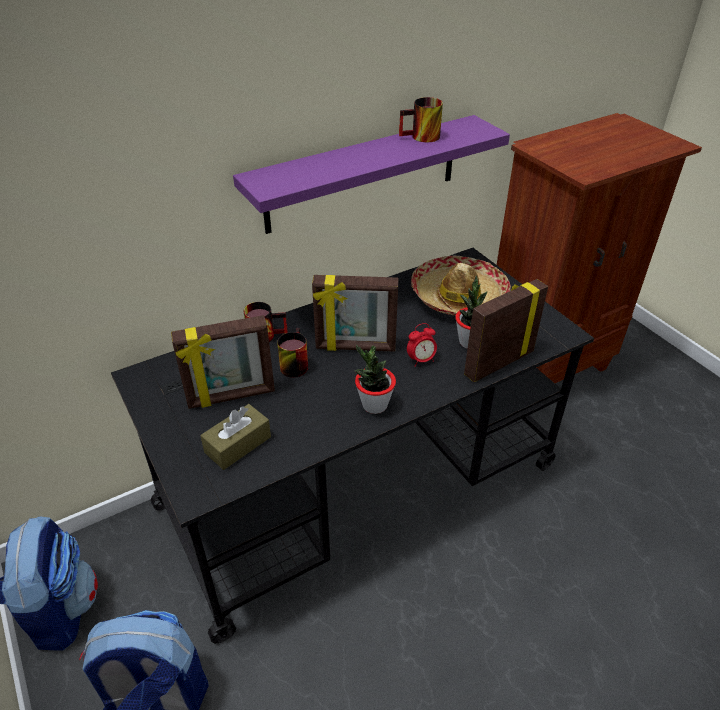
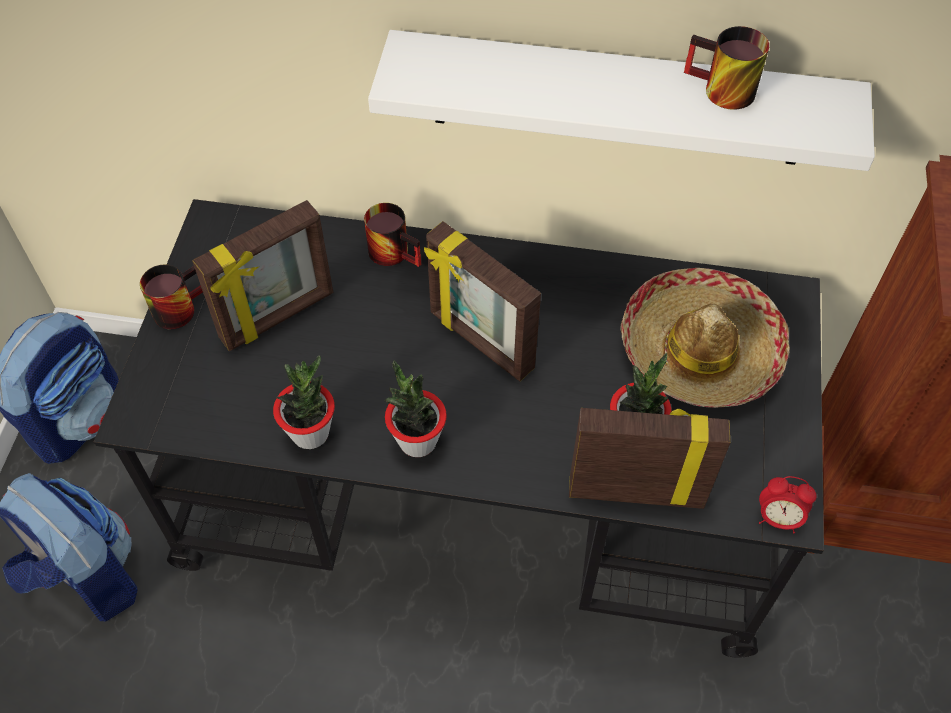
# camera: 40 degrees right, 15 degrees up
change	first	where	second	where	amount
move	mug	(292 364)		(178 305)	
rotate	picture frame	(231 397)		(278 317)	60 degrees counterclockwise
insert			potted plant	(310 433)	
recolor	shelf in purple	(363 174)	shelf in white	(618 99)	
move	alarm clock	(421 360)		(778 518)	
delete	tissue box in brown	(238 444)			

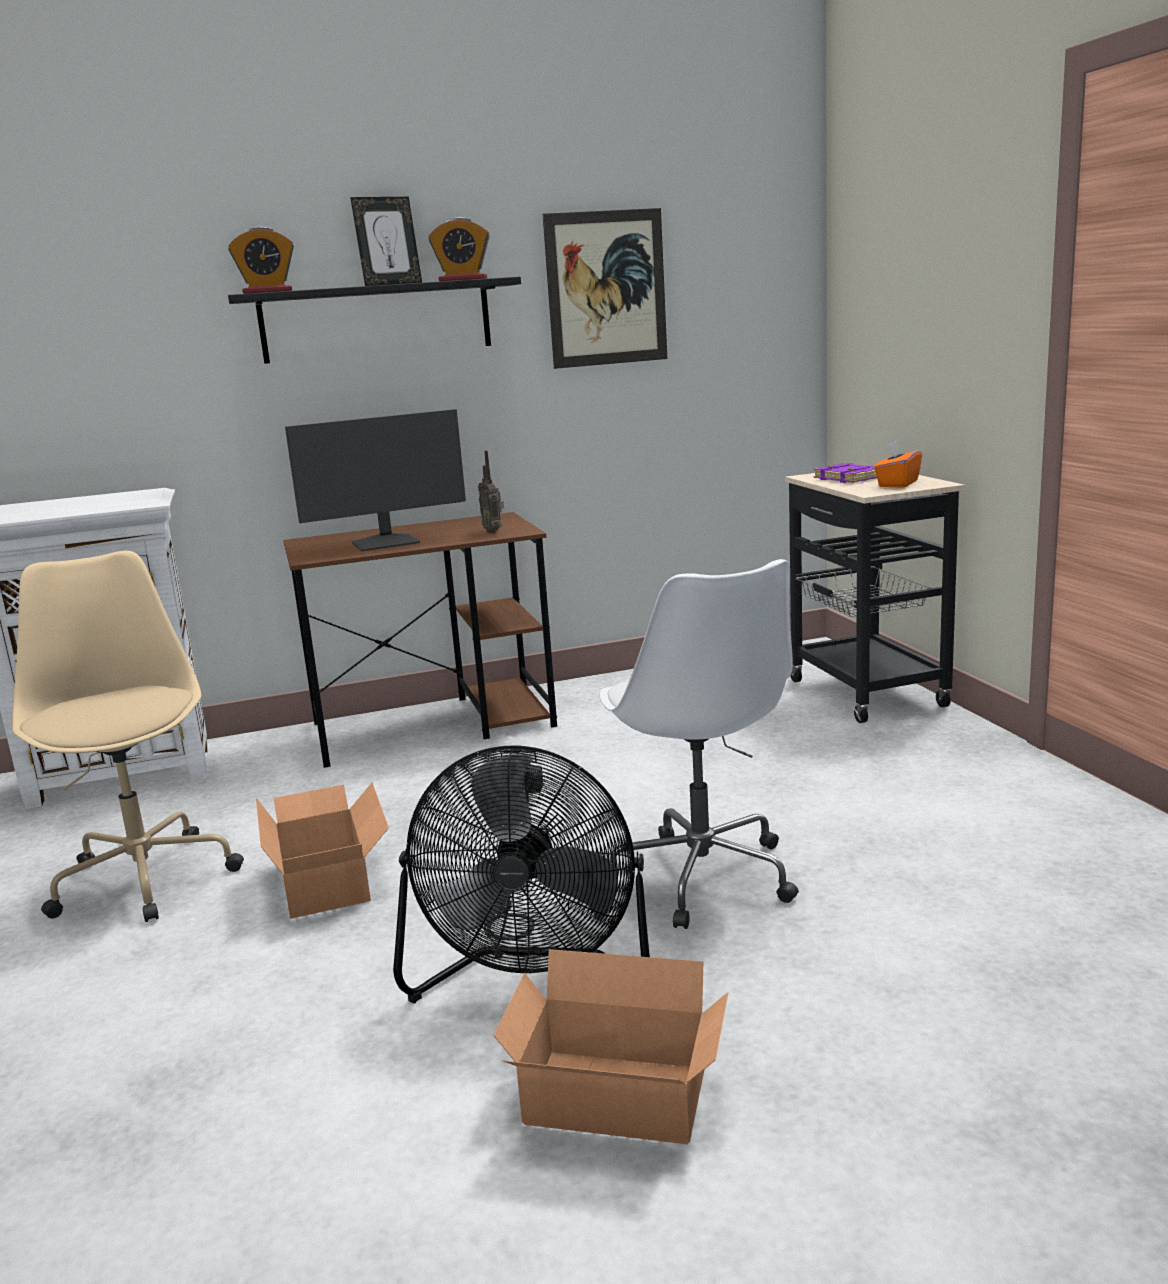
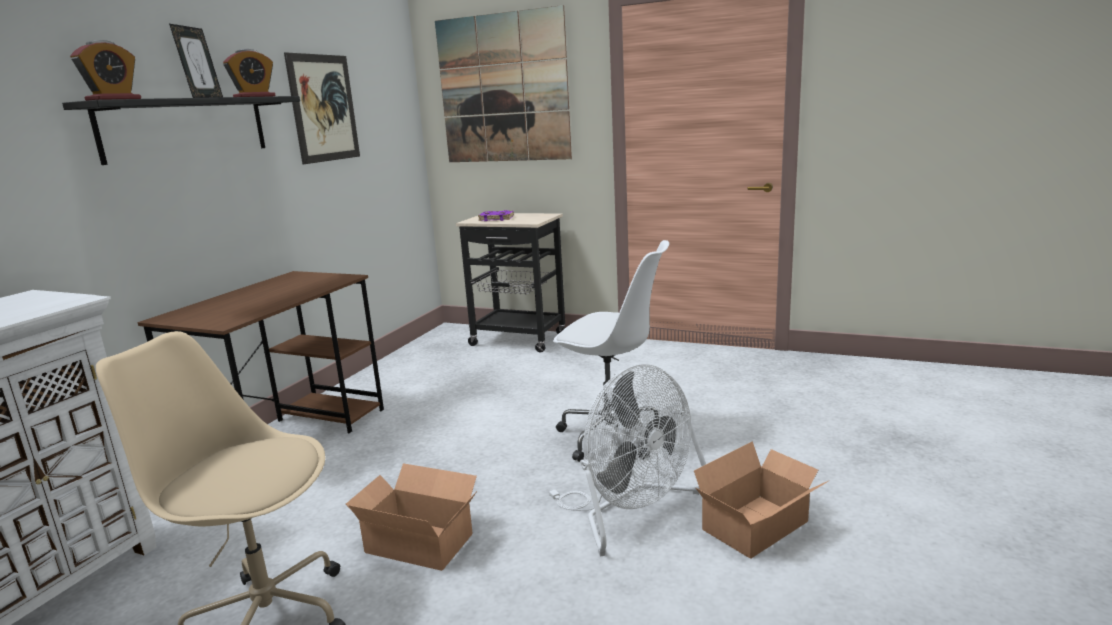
# camera: 50 degrees left, 0 degrees up
change	first	where	second	where	amount
insert			picture	(503 89)	
recolor	fan in black	(527 975)	fan in white	(627 512)	
delete	monitor	(386 543)			
delete	radio	(494 531)			
delete	tissue box in orange	(897 484)			

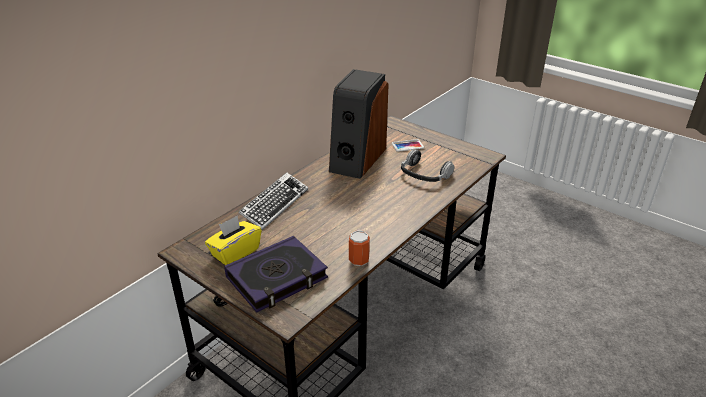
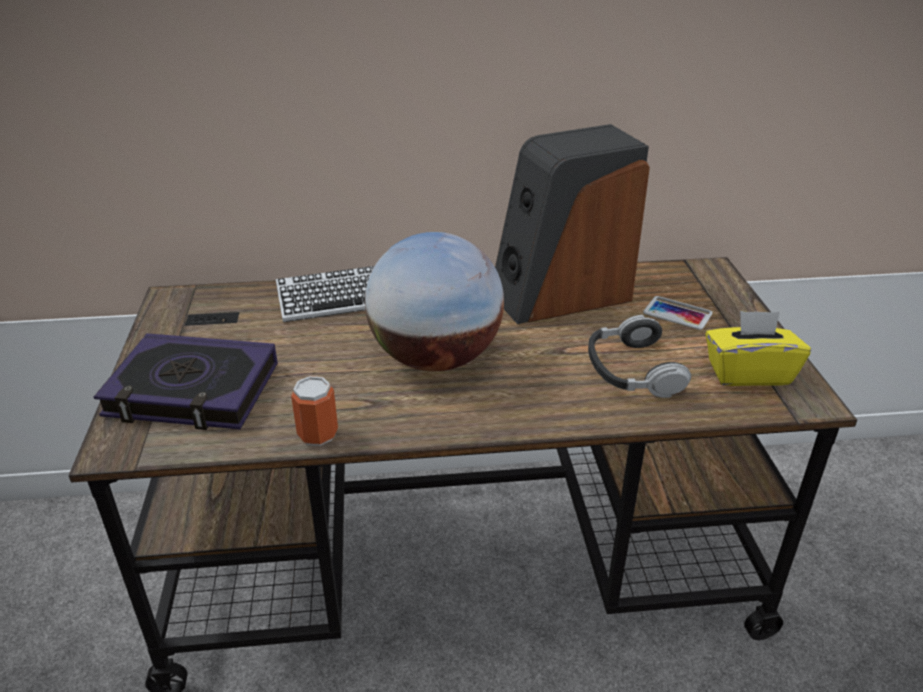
# camera: 45 degrees right, 0 degrees up
change	first	where	second	where	amount
insert			globe	(436 358)	
move	tissue box in yellow	(235 252)		(748 373)	

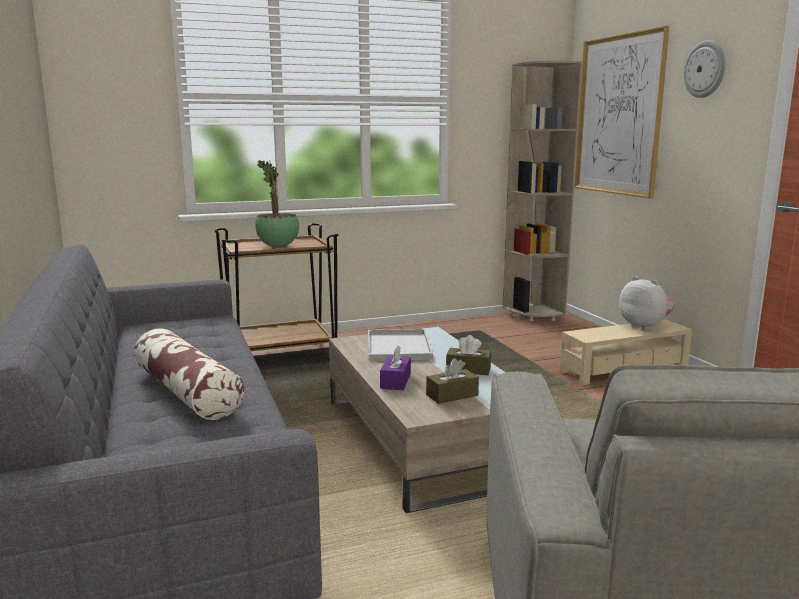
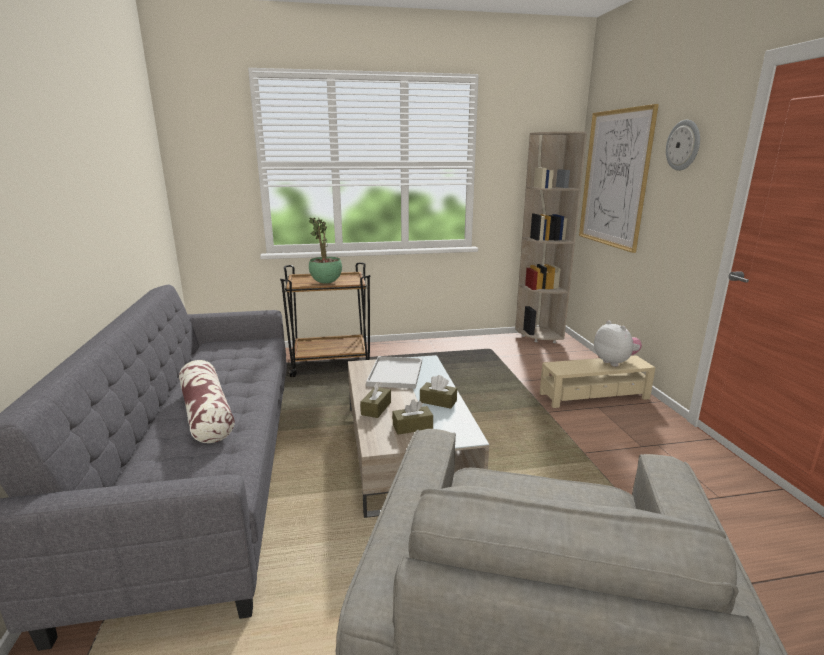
# camera: 10 degrees right, 5 degrees up
change	first	where	second	where	amount
recolor	tissue box in purple	(395 381)	tissue box in brown	(376 408)	

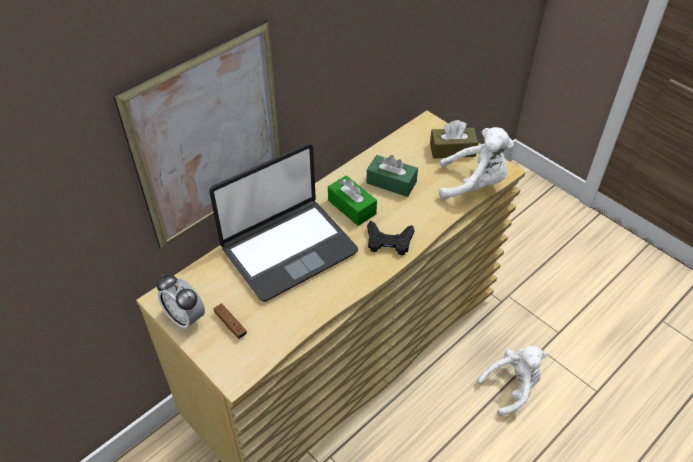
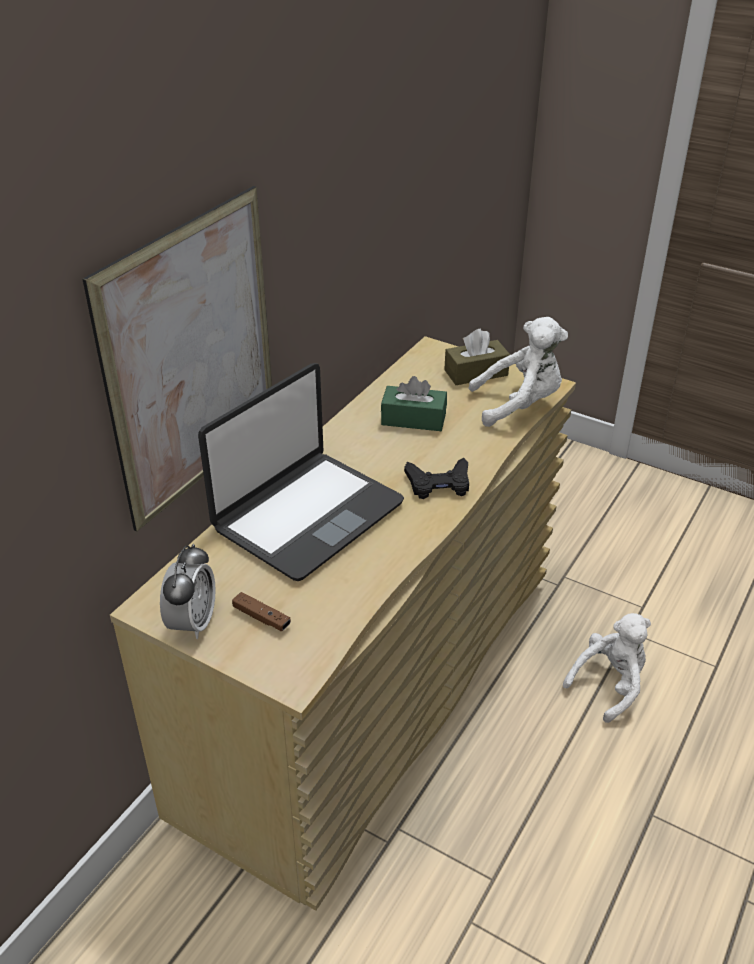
# camera: 15 degrees left, 10 degrees down
change	first	where	second	where	amount
rotate	alarm clock	(185 318)		(192 623)	105 degrees counterclockwise
delete	tissue box in green	(352 207)			

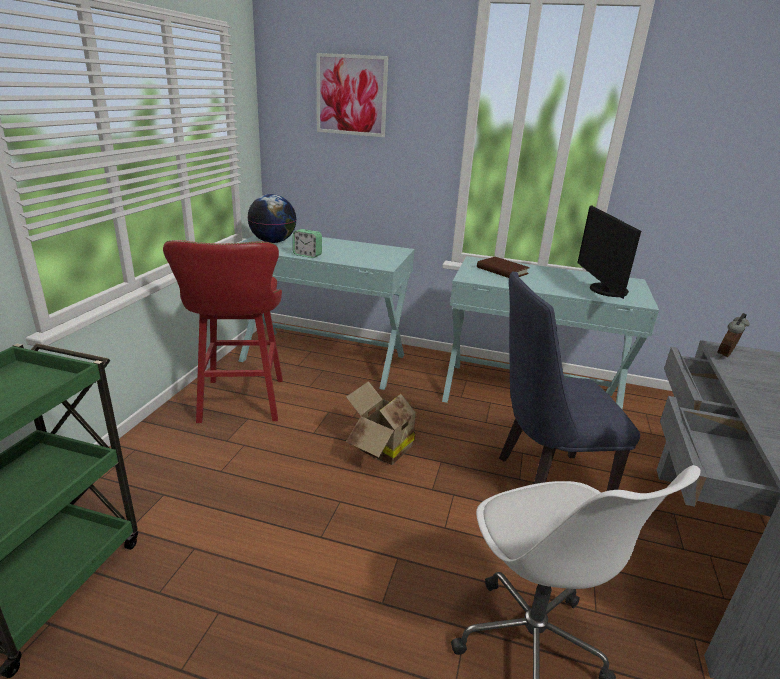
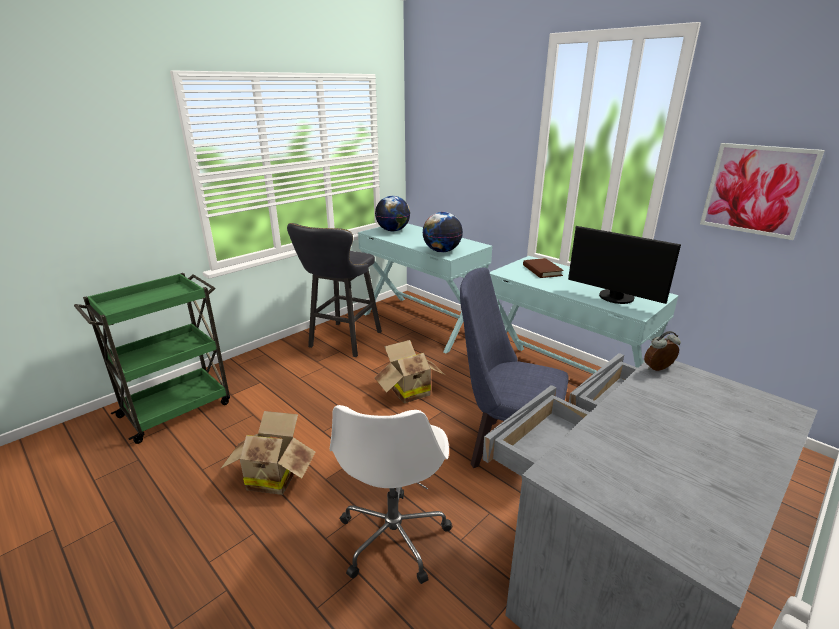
# camera: 30 degrees right, 0 degrees up
change	first	where	second	where	amount
insert			cardboard box	(273 476)	
recolor	stool in red	(240 406)	stool in black	(341 343)	
insert			globe	(442 251)	
rotate	monitor	(604 290)		(615 298)	75 degrees counterclockwise
move	picture	(351 95)		(757 190)	
delete	alarm clock	(307 255)			

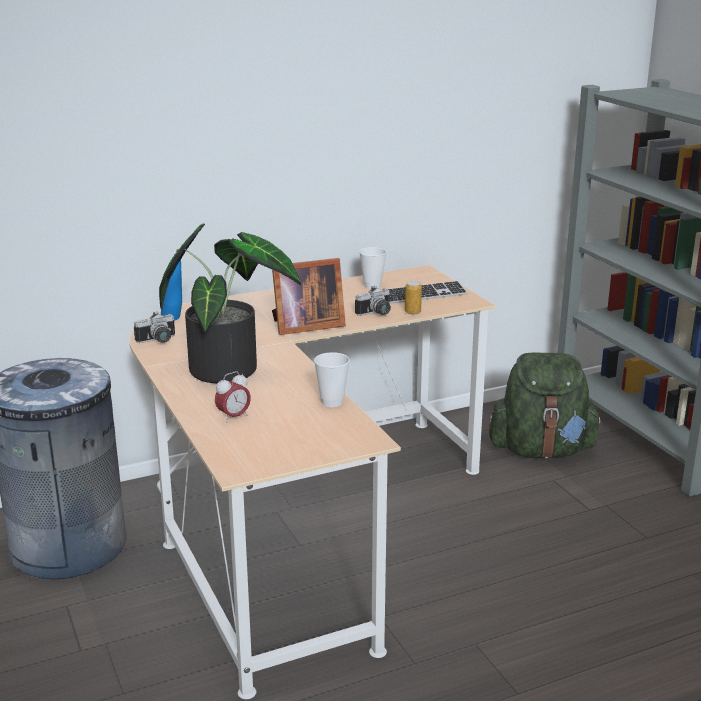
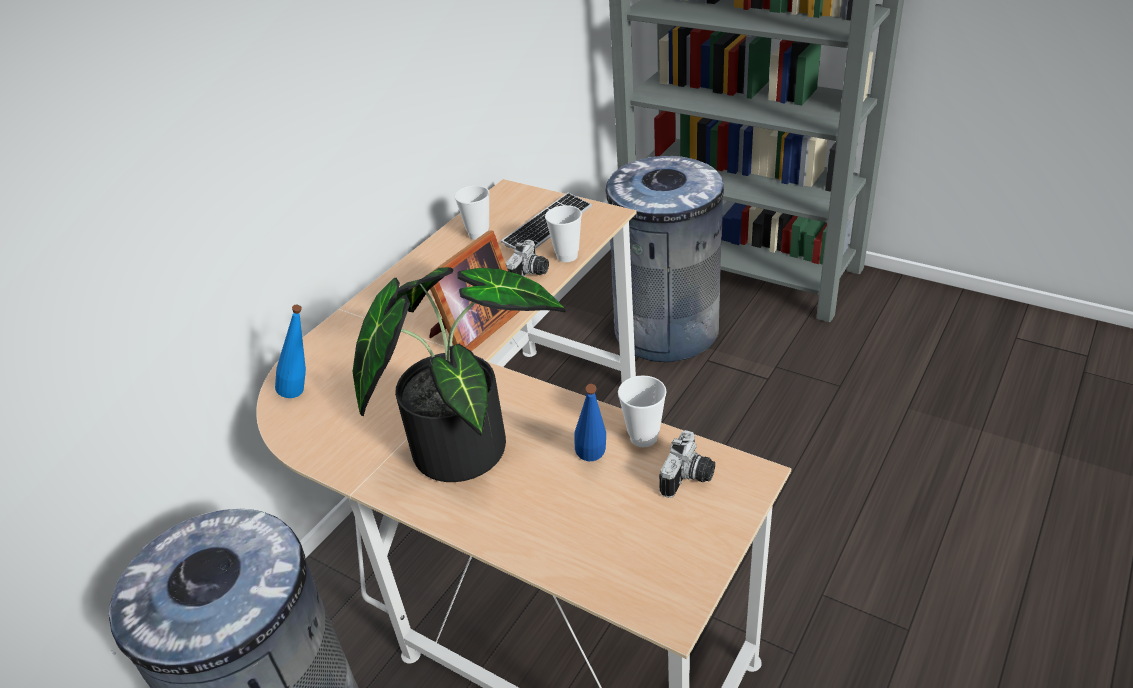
# camera: 30 degrees left, 15 degrees up
change	first	where	second	where	amount
replace	can	(412 312)	cup	(567 256)	
insert			bottle in blue	(593 464)	
replace	backpack in green	(541 450)	trash can in grey	(666 330)	
move	photo camera	(158 341)		(689 478)	
delete	alarm clock	(233 417)			

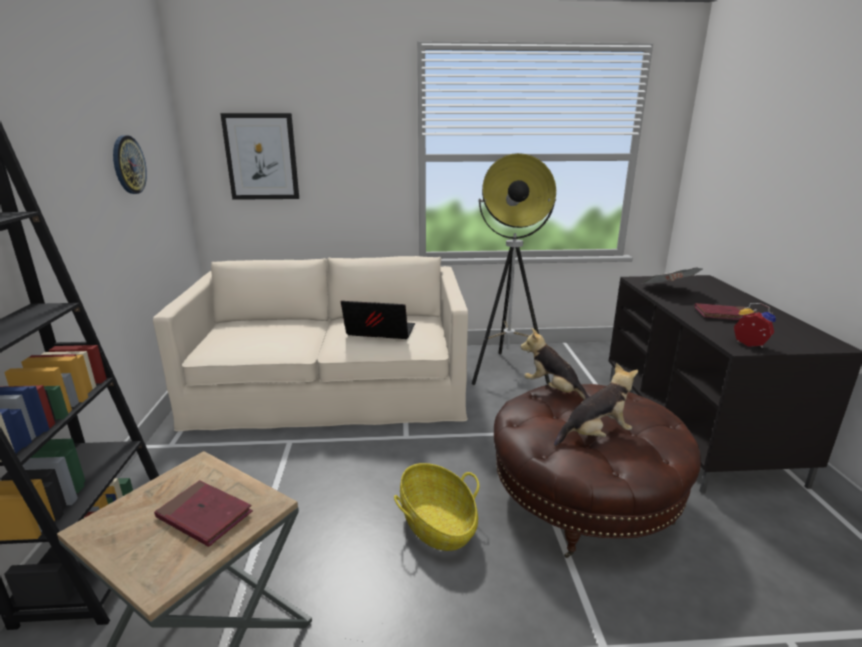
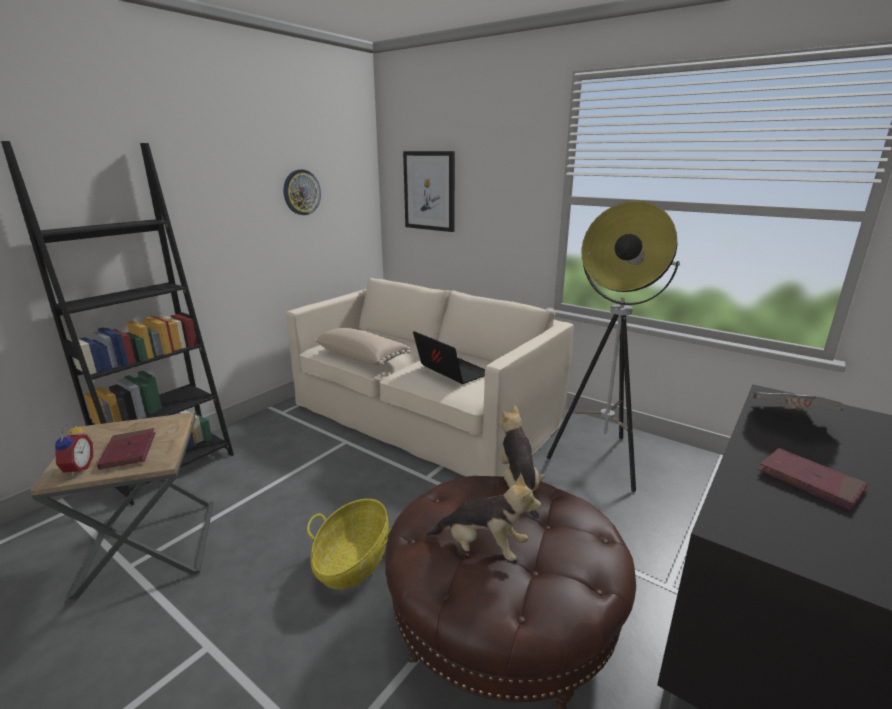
# camera: 40 degrees right, 0 degrees up
change	first	where	second	where	amount
move	alarm clock	(749 345)		(76 469)	
insert			pillow in beige	(362 356)	

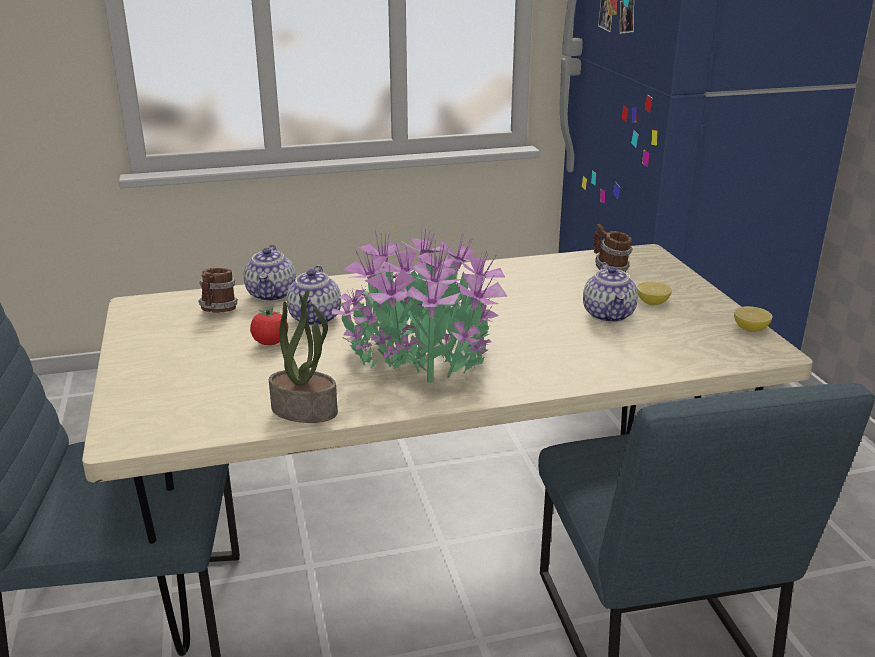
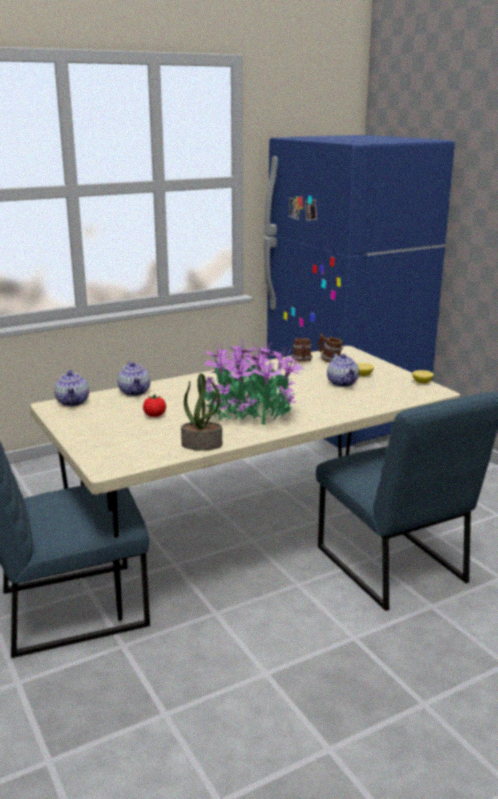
# camera: 15 degrees left, 5 degrees down
change	first	where	second	where	amount
move	teapot	(316 318)		(73 402)	
move	mug	(218 311)		(302 361)	

